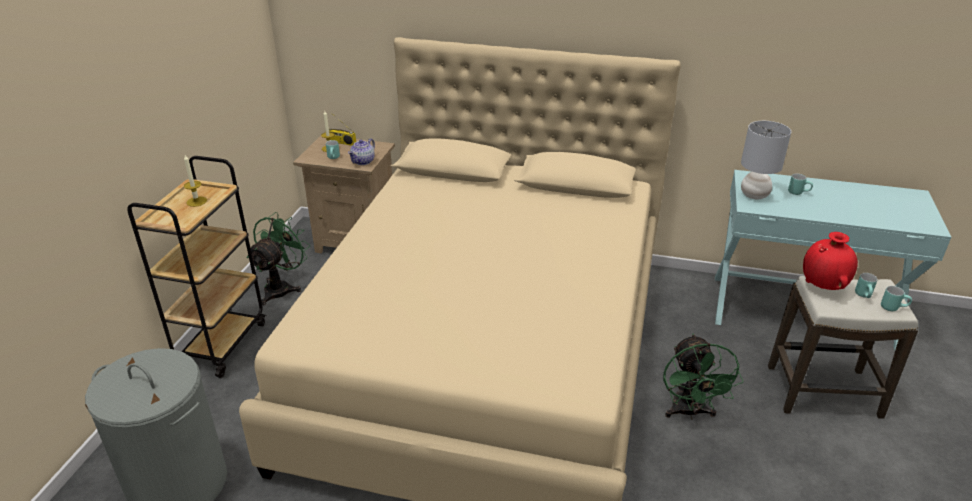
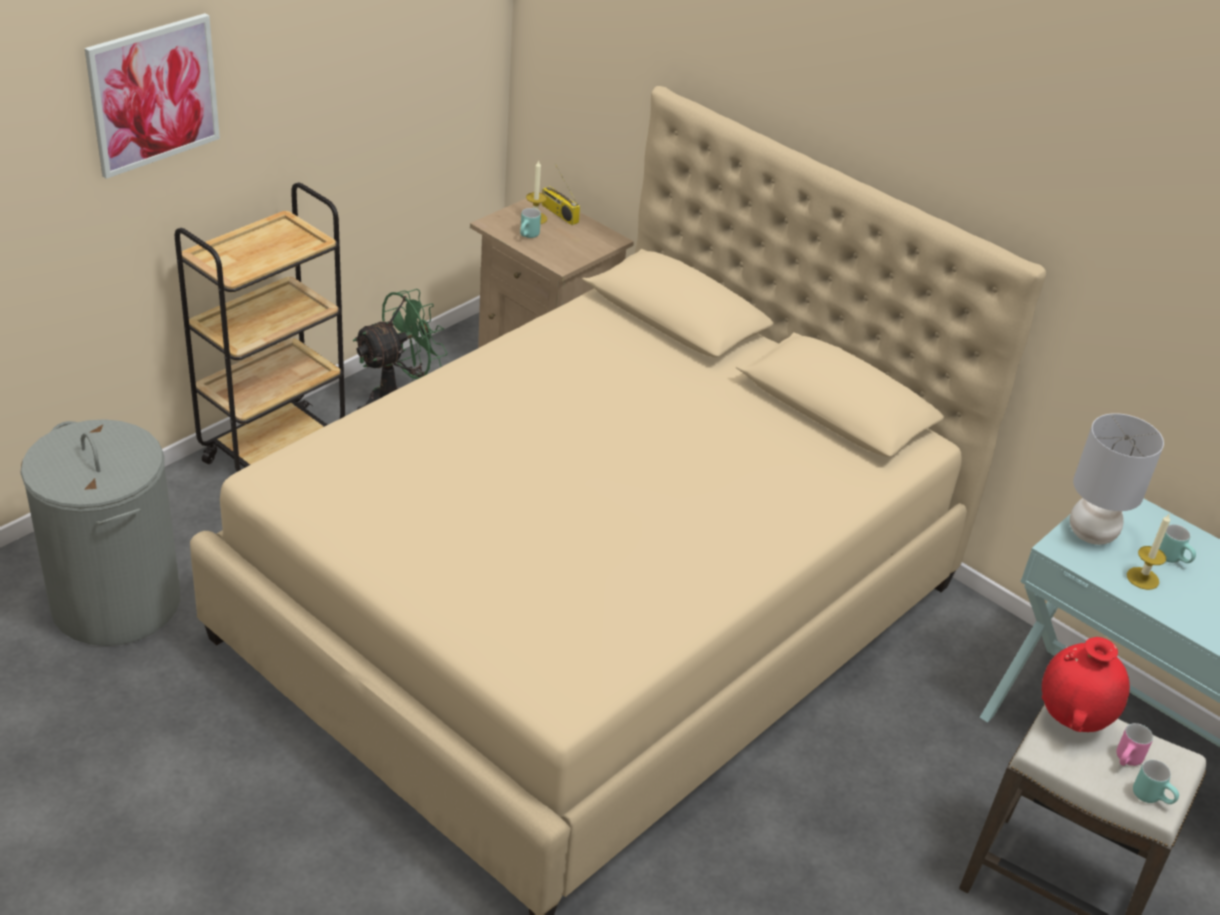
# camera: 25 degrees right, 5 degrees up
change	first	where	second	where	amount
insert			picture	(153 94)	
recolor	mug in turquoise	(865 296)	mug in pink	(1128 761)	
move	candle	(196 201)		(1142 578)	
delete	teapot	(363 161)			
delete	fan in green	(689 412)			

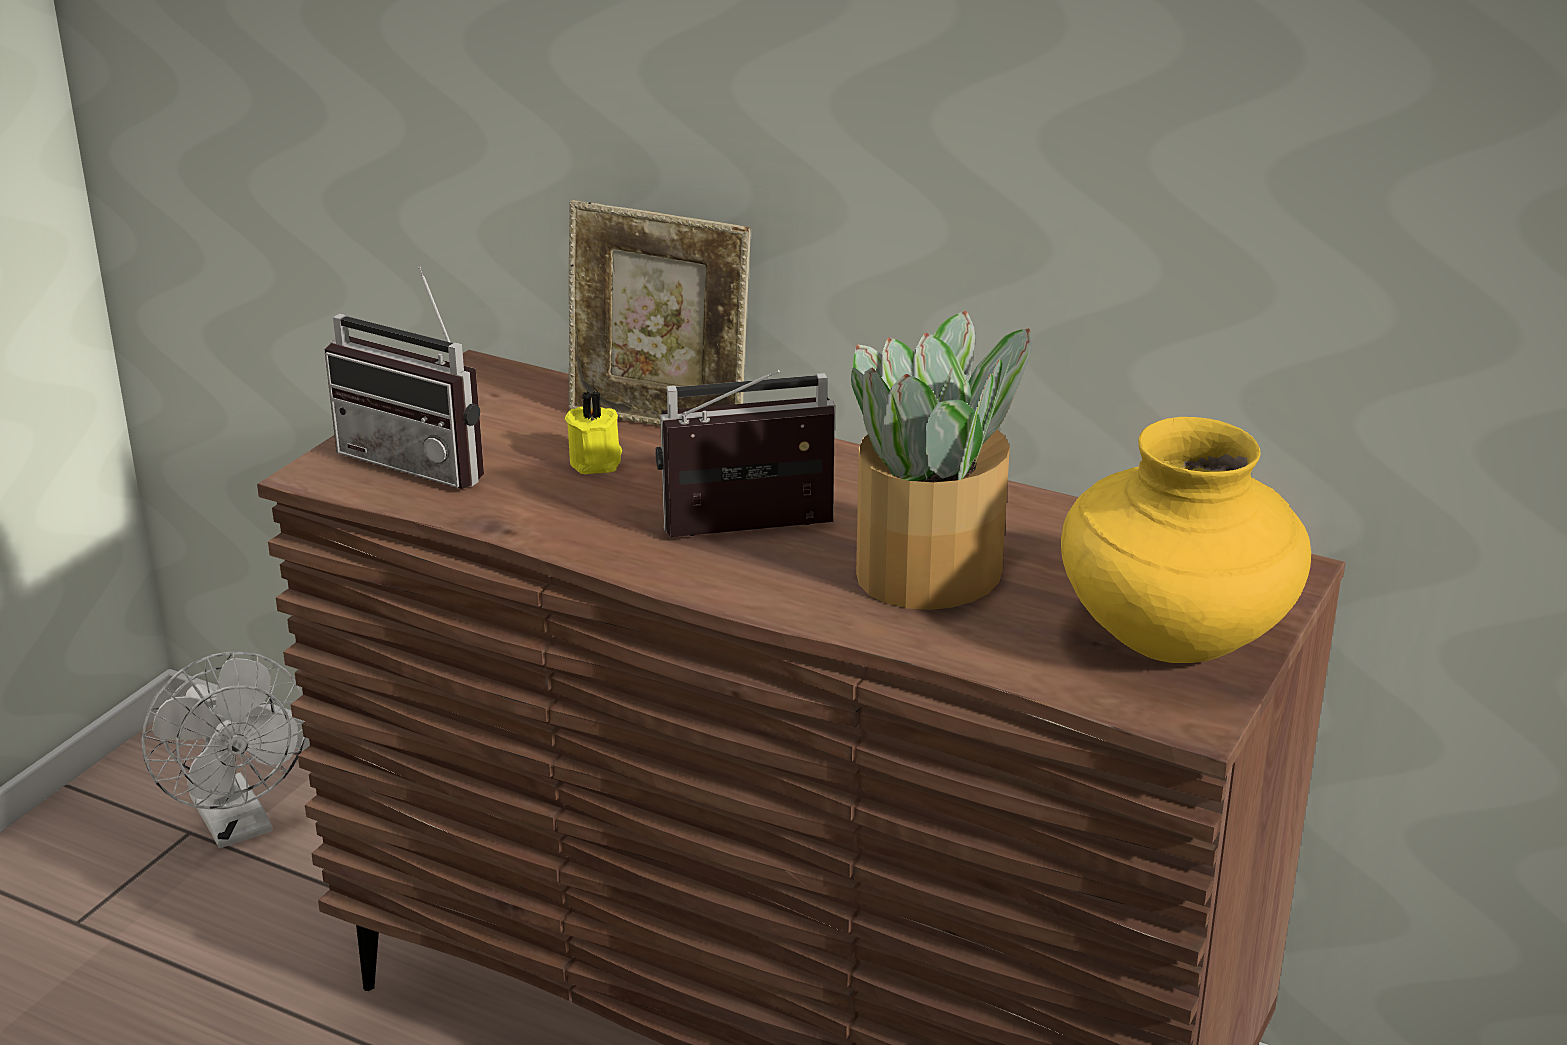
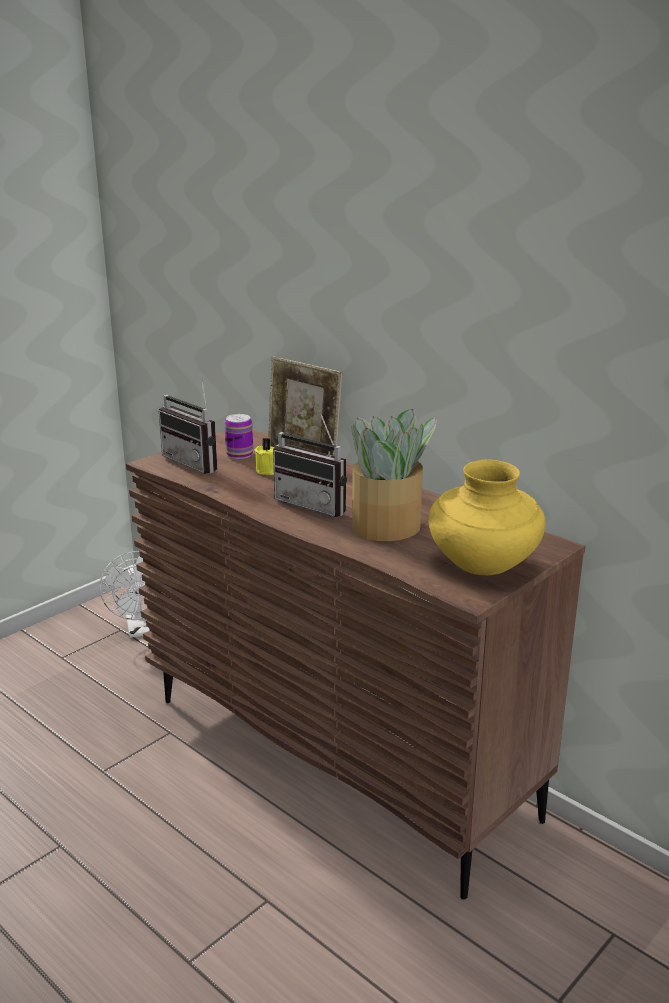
# camera: 15 degrees right, 5 degrees down
change	first	where	second	where	amount
insert			can	(239 454)	
rotate	radio	(750 535)		(316 504)	150 degrees counterclockwise

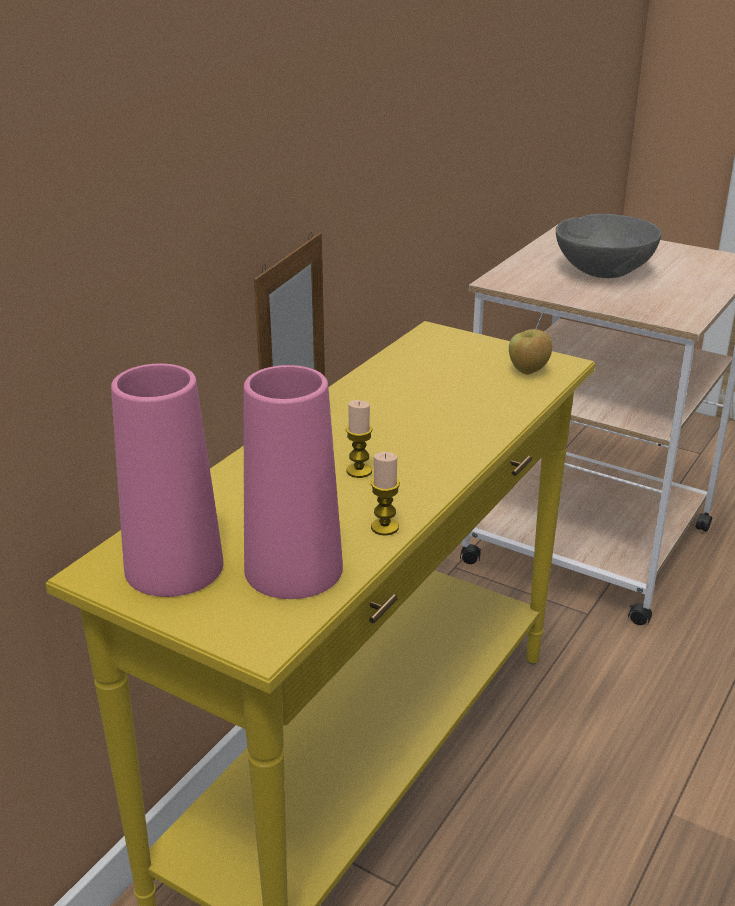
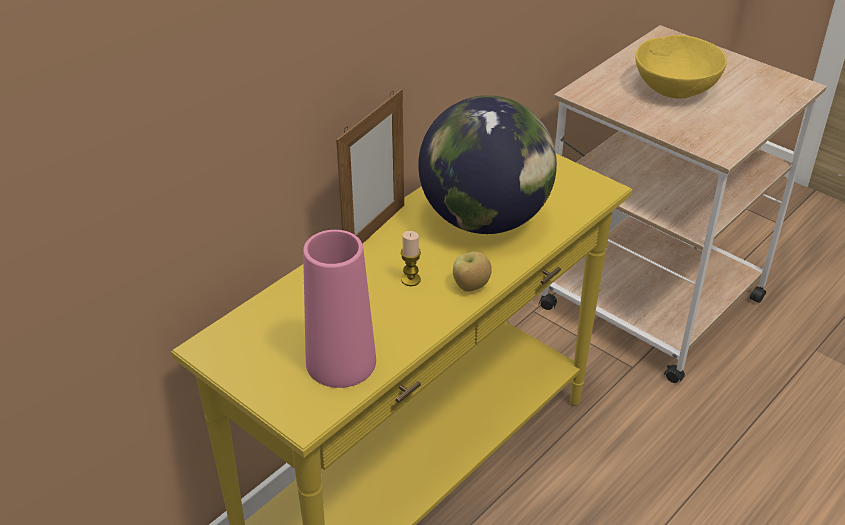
# camera: 10 degrees right, 10 degrees up
change	first	where	second	where	amount
insert			globe	(485 219)	
move	apple	(528 371)		(471 287)	
recolor	bowl in grey	(603 271)	bowl in yellow	(674 88)	
delete	vase in pink	(174 567)			
delete	candle	(384 527)			

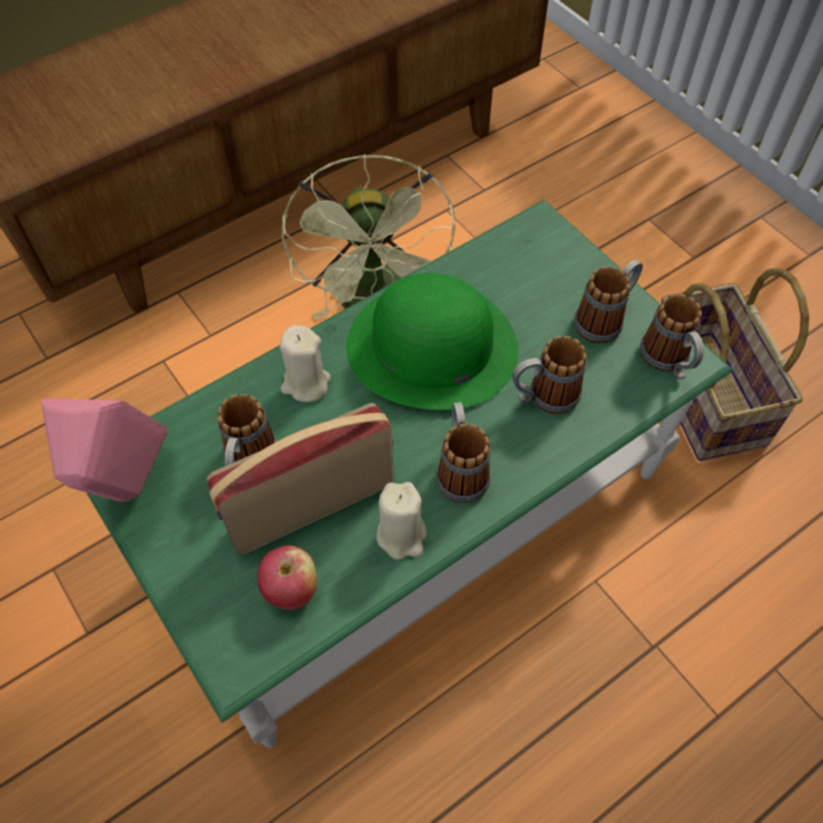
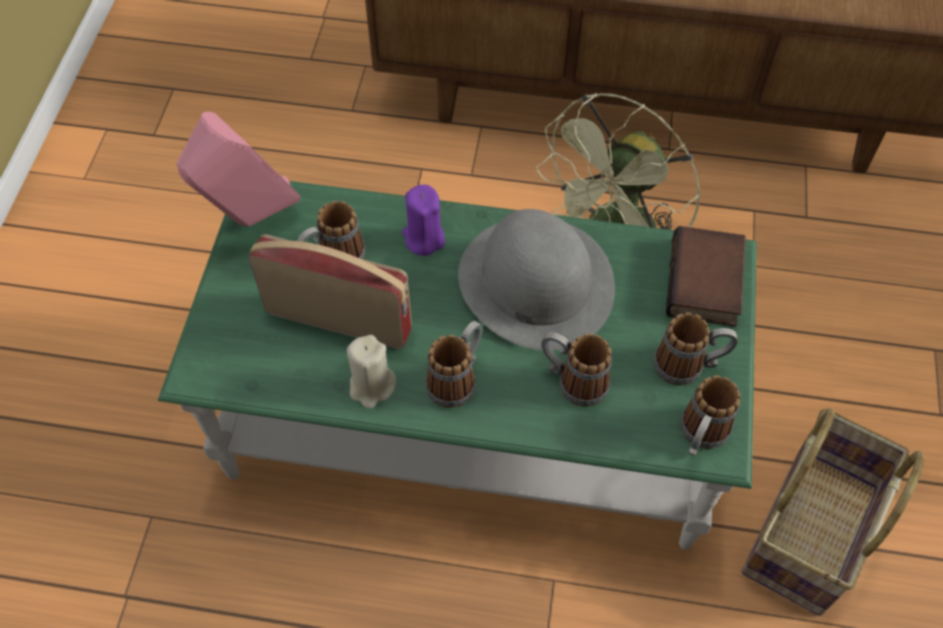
# camera: 45 degrees right, 0 degrees up
change	first	where	second	where	amount
recolor	candle in beige	(305 383)	candle in purple	(423 238)	
recolor	hat in green	(431 347)	hat in grey	(535 281)	
insert			book	(706 284)	
delete	apple	(291 590)			

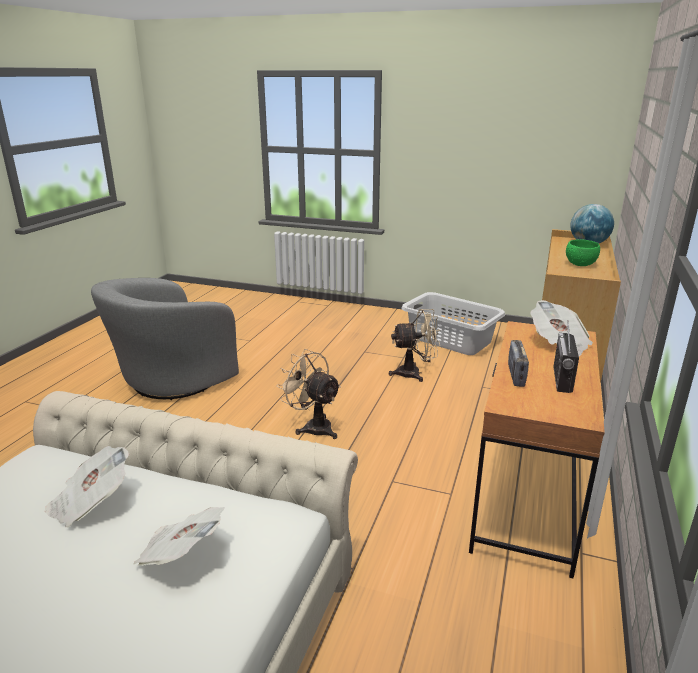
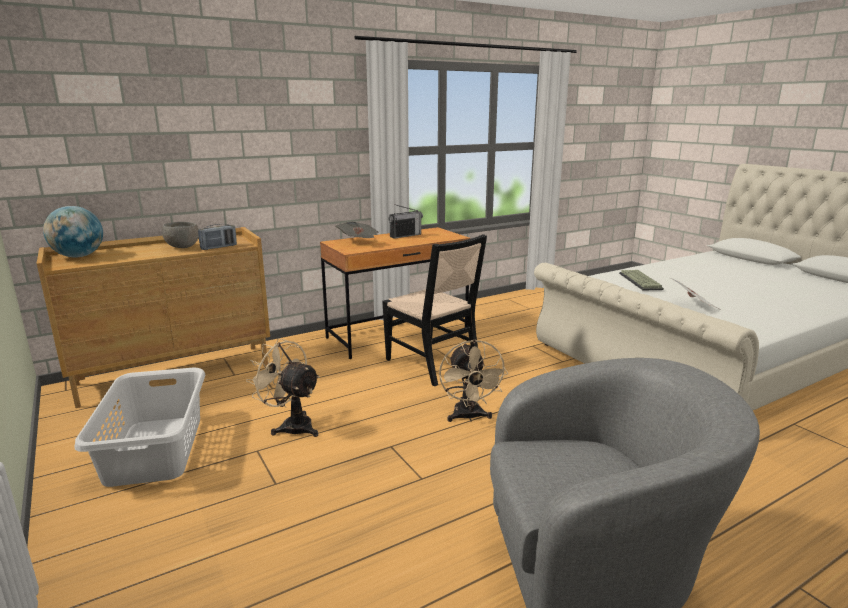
# camera: 140 degrees left, 5 degrees down
change	first	where	second	where	amount
recolor	bowl in green	(579 264)	bowl in grey	(183 247)	
move	radio	(515 376)		(219 247)	
insert			chair	(432 364)	
replace	newspaper	(182 554)	keyboard	(641 281)	

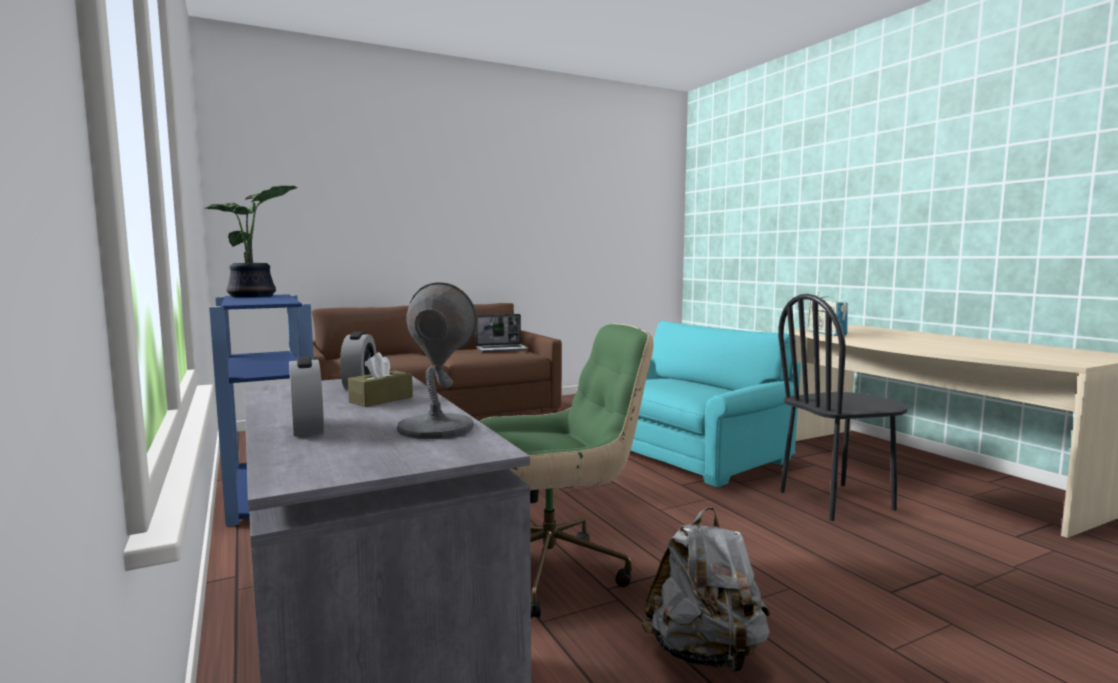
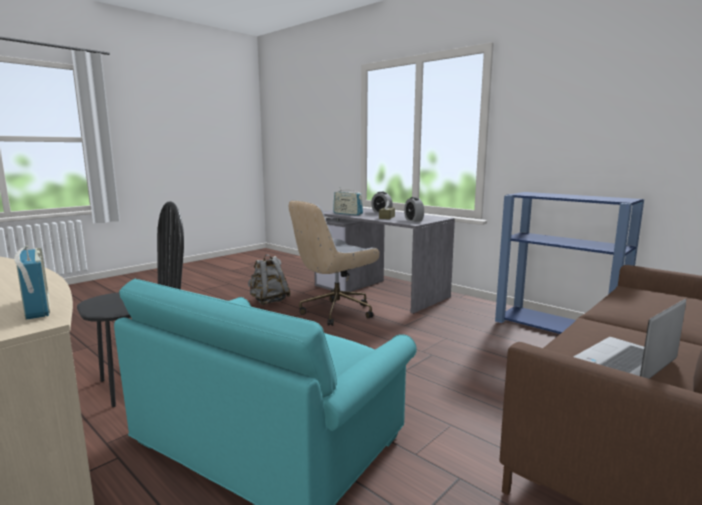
# camera: 160 degrees right, 5 degrees up
change	first	where	second	where	amount
recolor	office chair in green	(554 573)	office chair in grey	(335 313)	
replace	table lamp in grey	(435 428)	radio	(347 213)	
delete	potted plant	(255 296)			

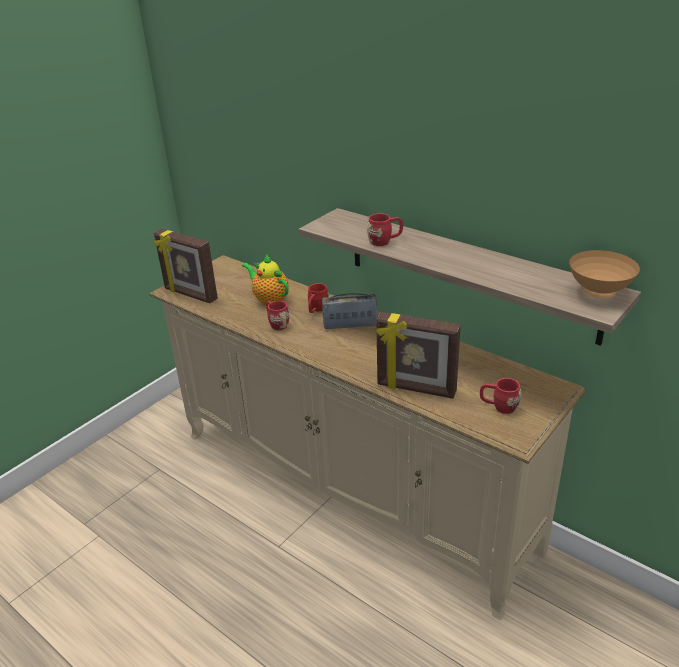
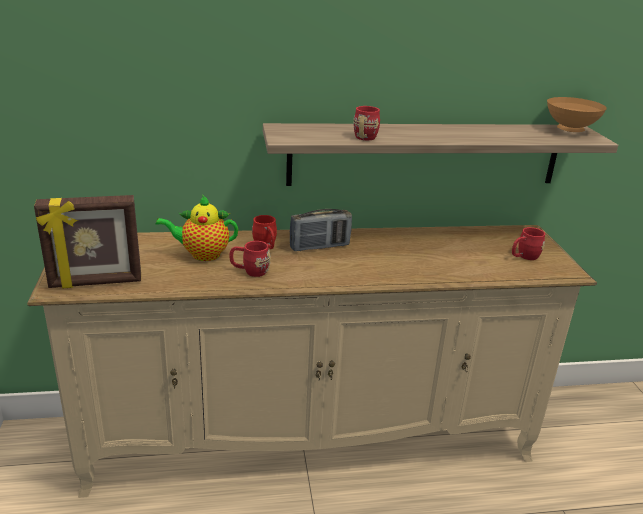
# camera: 50 degrees left, 5 degrees down
change	first	where	second	where	amount
rotate	radio	(350 325)		(319 246)	150 degrees counterclockwise
delete	picture frame	(416 389)			

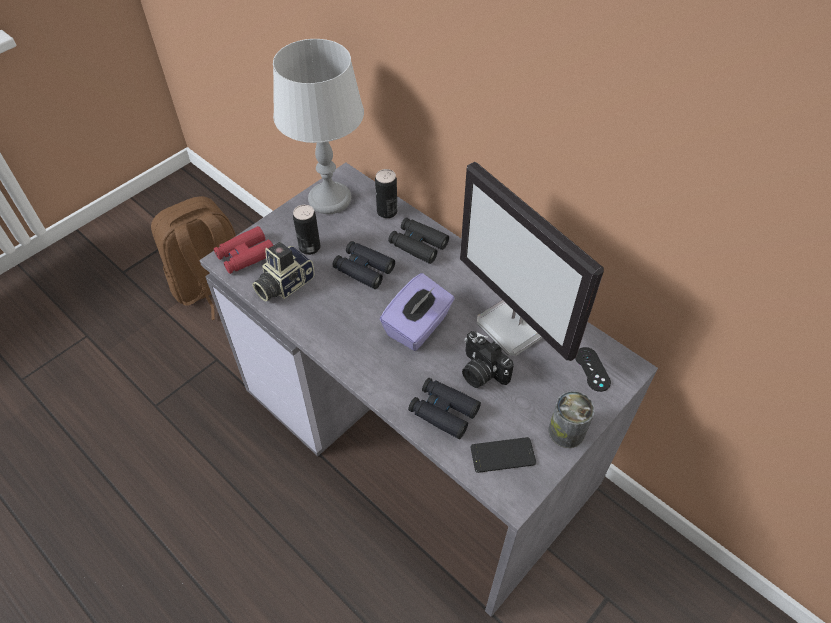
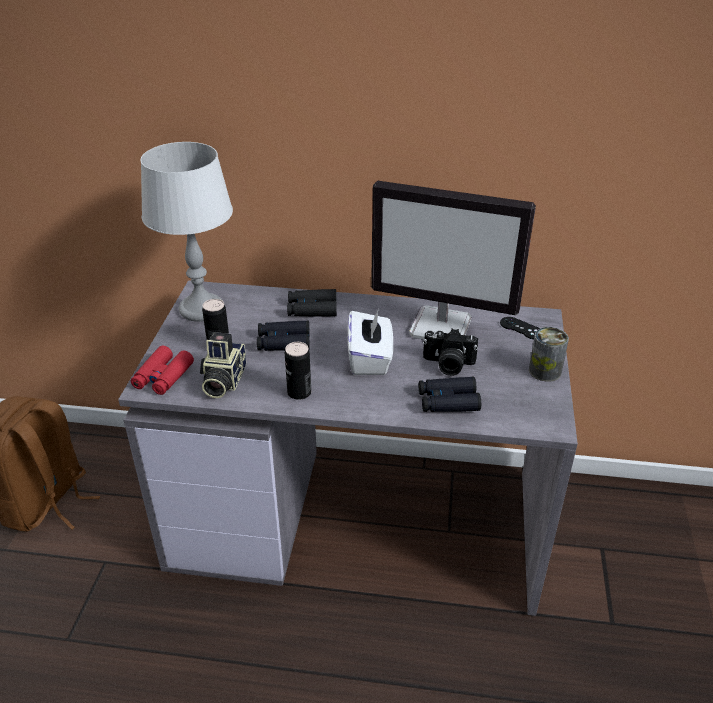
# camera: 35 degrees left, 15 degrees down
change	first	where	second	where	amount
move	can	(387 212)		(299 392)	
recolor	tissue box in purple	(418 326)	tissue box in white	(370 359)	
delete	phone	(502 455)			

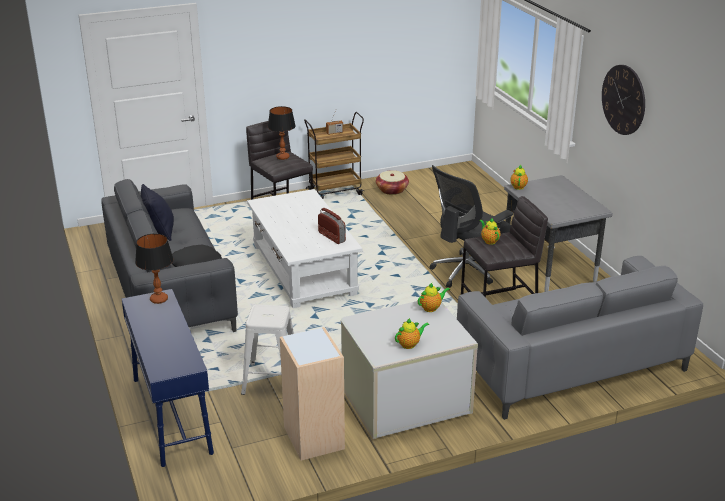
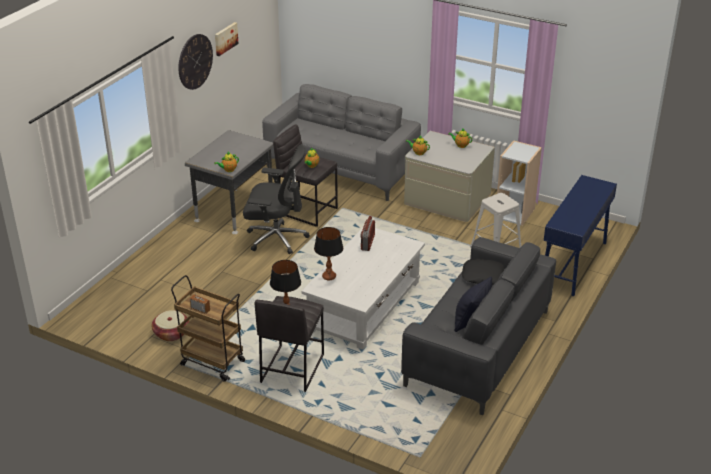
# camera: 130 degrees left, 5 degrees up
change	first	where	second	where	amount
insert			picture	(225 38)	
move	table lamp	(159 299)		(329 276)	

